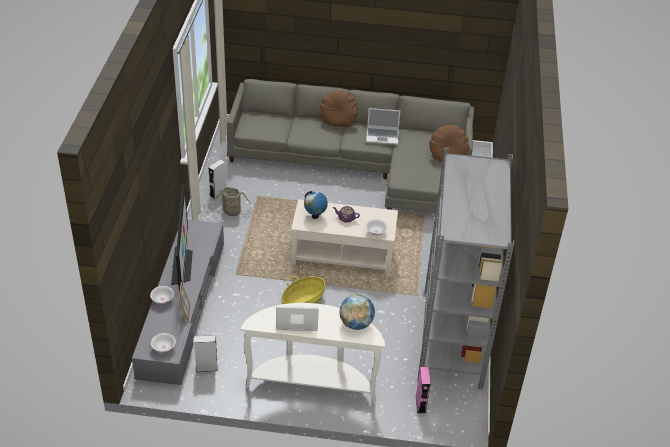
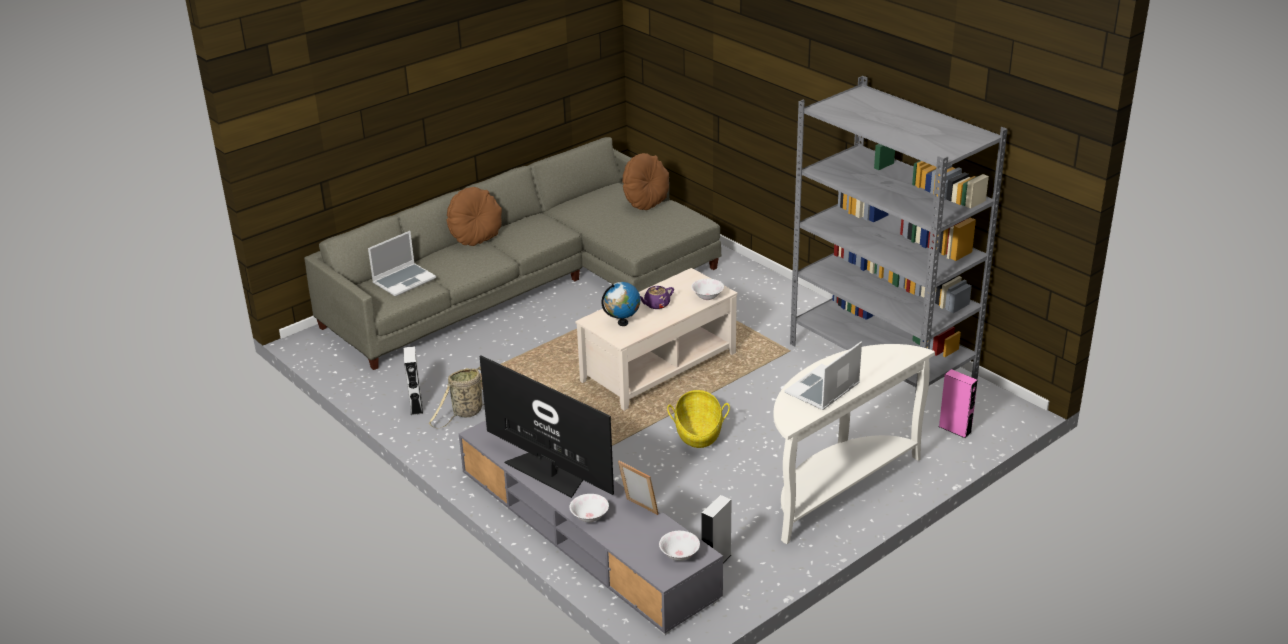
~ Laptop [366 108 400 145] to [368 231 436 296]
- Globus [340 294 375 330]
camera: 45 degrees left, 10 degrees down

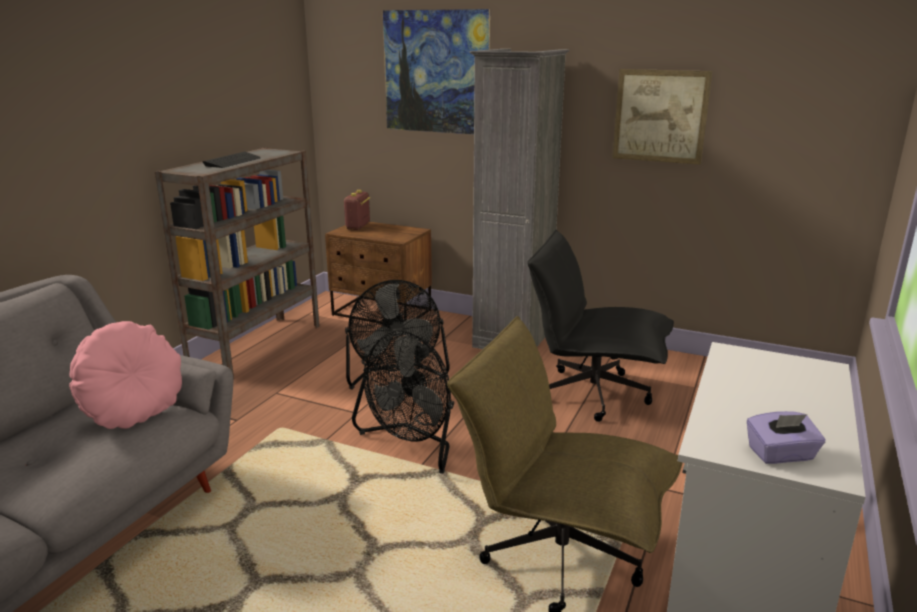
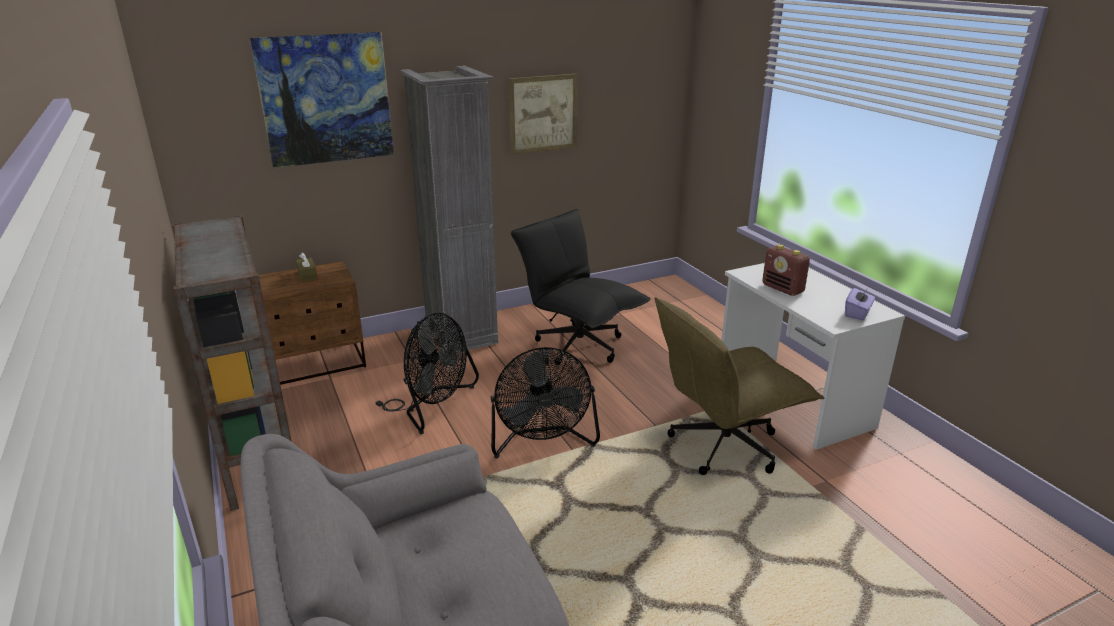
- Tastatur [203 152 261 168]
~ Radio [344 190 370 230] to [762 244 810 296]
~ Bürostuhl (schwarz) [527 230 674 422] = [511 209 651 365] 75 degrees clockwise
- Kissen (rosa) [69 321 182 429]
+ Taschentuchbox (braun) [296 252 318 282]
camera: 50 degrees left, 5 degrees up

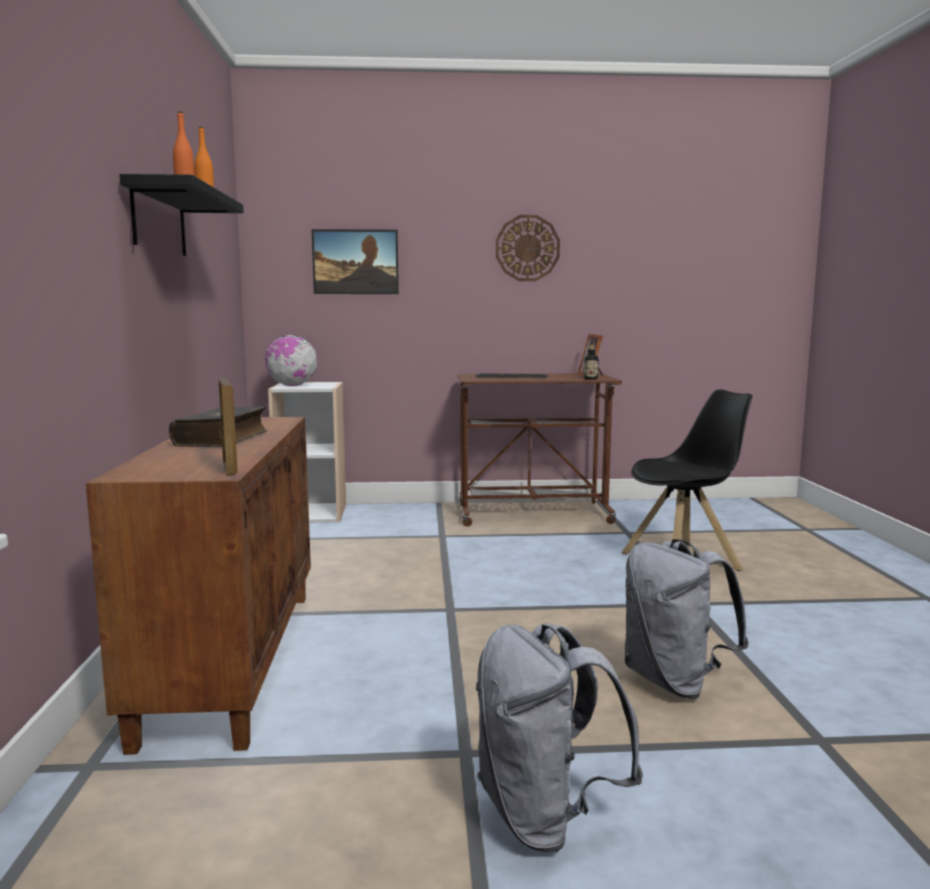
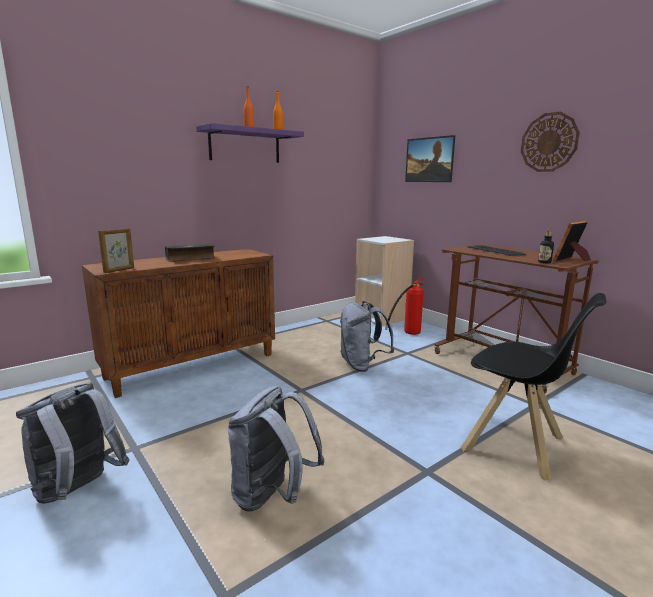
~ Wandregal (schwarz) [119 174 244 256] to Wandregal (lila) [196 123 304 163]
- Globus [265 335 317 386]
+ Feuerlöscher [385 278 424 335]
+ Rucksack (grau) [340 301 394 372]
camera: 55 degrees right, 5 degrees up

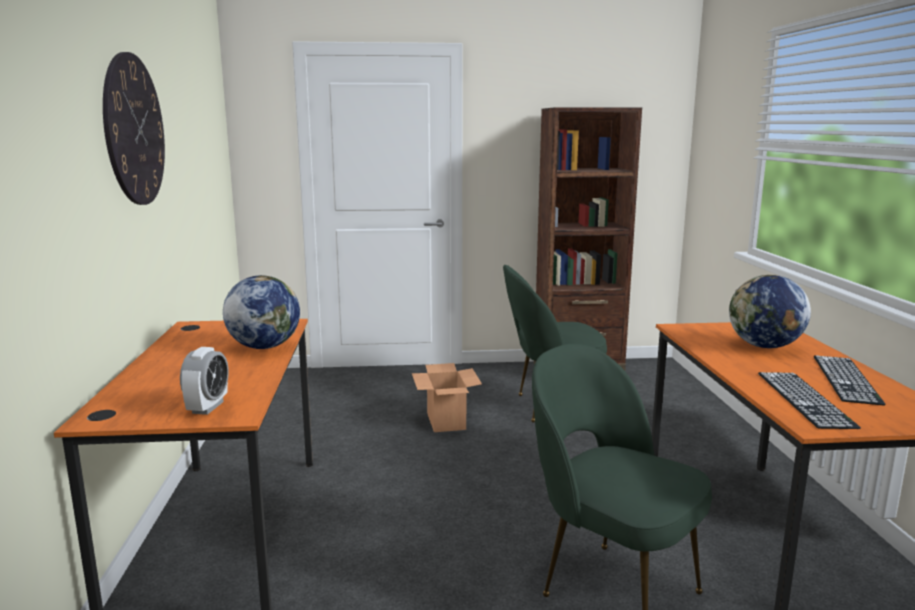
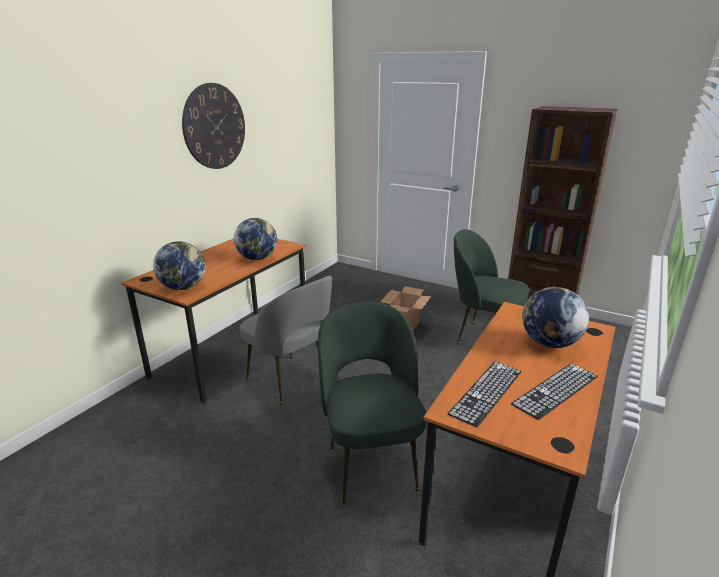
~ Wecker [180 347 229 415] to Globus [153 241 206 290]
+ Stuhl (grau) [240 276 332 405]
camera: 35 degrees right, 10 degrees up

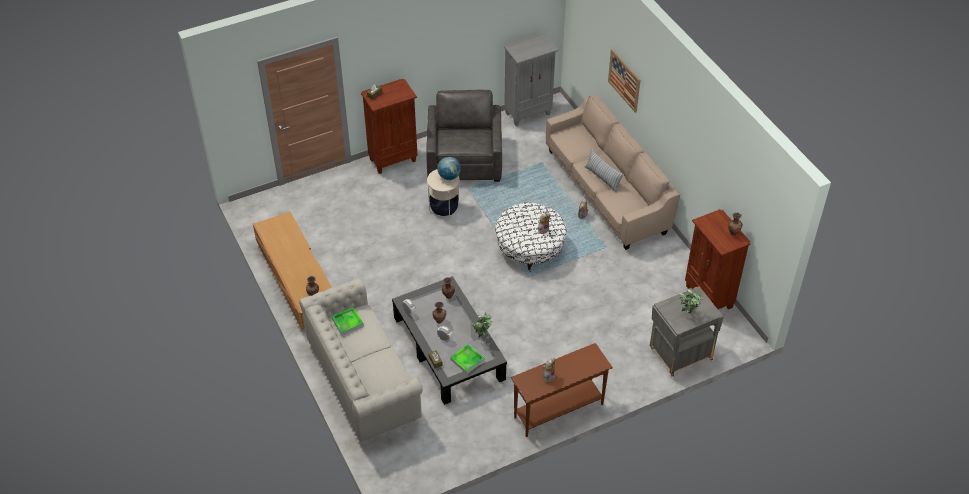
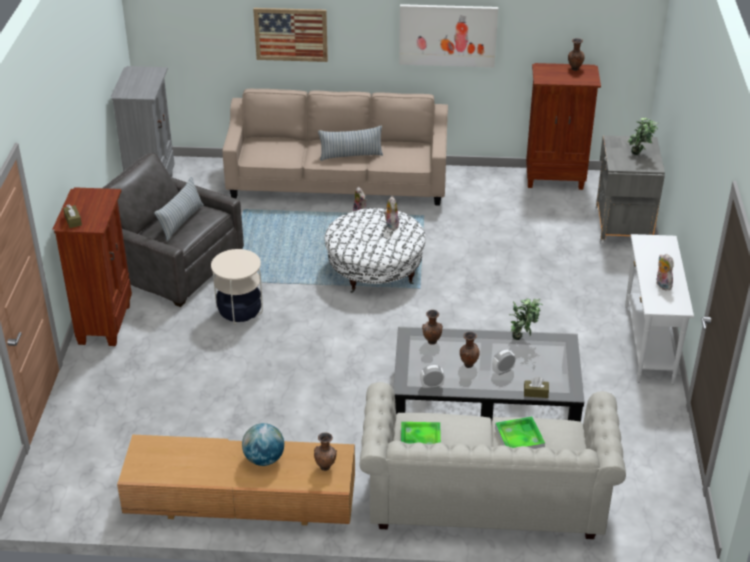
~ Globus [437 157 461 180] to [242 423 284 466]
~ Konsolentisch (braun) [511 343 613 437] to Konsolentisch (weiß) [625 234 694 384]
~ Tablett [450 344 485 374] to [495 416 545 449]
+ Bild [399 4 498 67]
+ Kissen [154 177 204 241]
camera: 60 degrees left, 10 degrees down

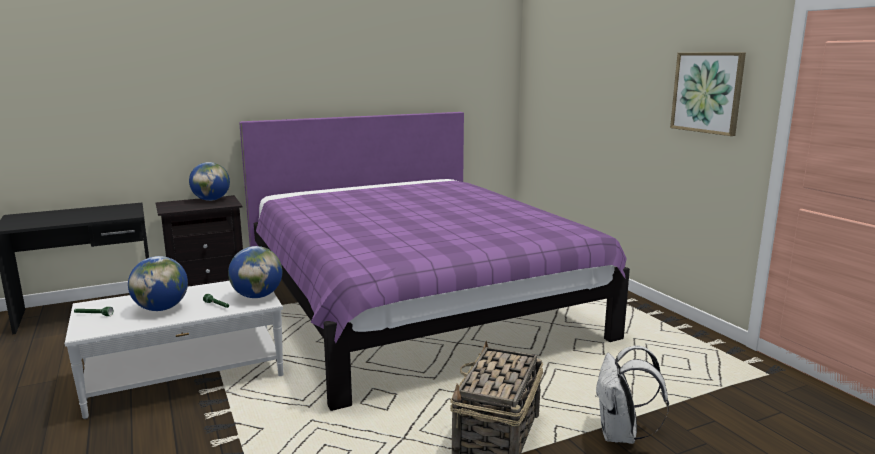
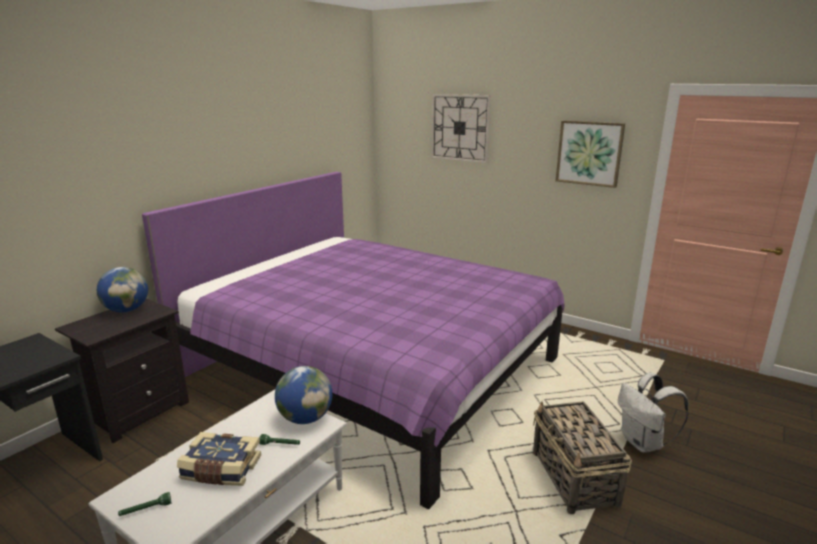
~ Globus [128 256 188 311] to Buch [177 432 261 486]
+ Wanduhr [431 94 491 163]
camera: 30 degrees left, 5 degrees up

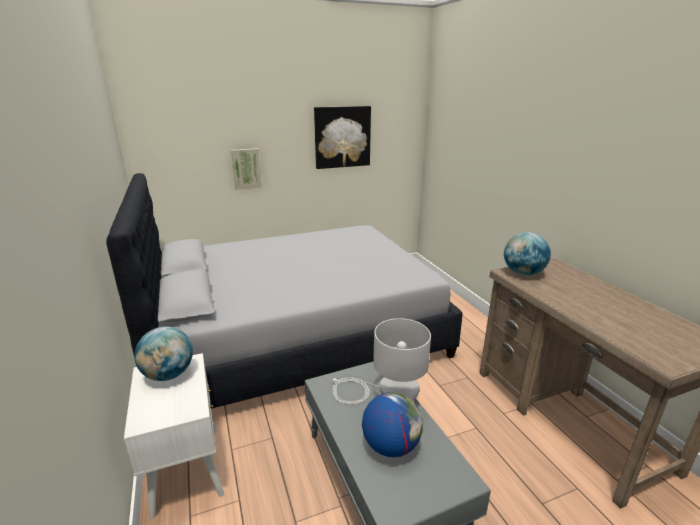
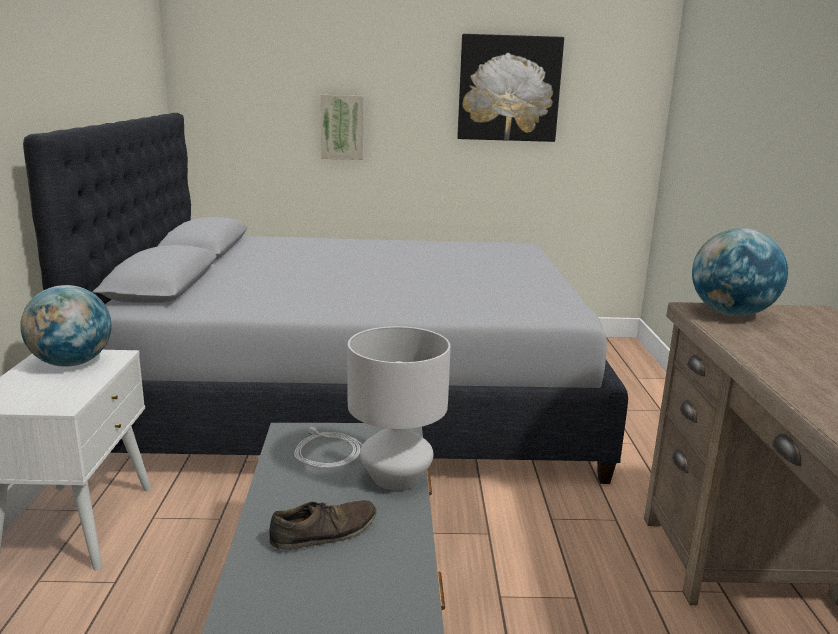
~ Globus [362 392 423 457] to Schuh (braun) [269 500 376 550]
camera: 20 degrees right, 5 degrees down

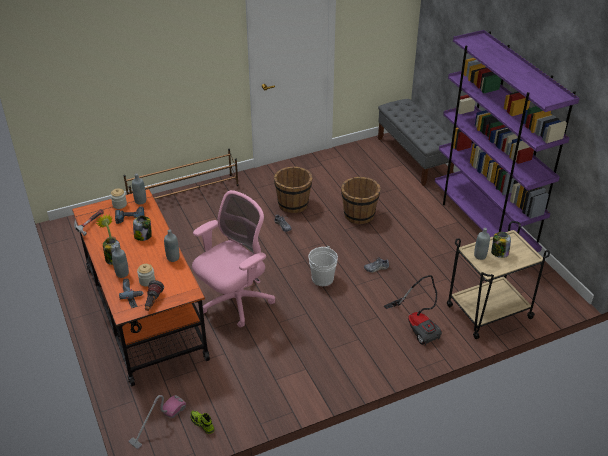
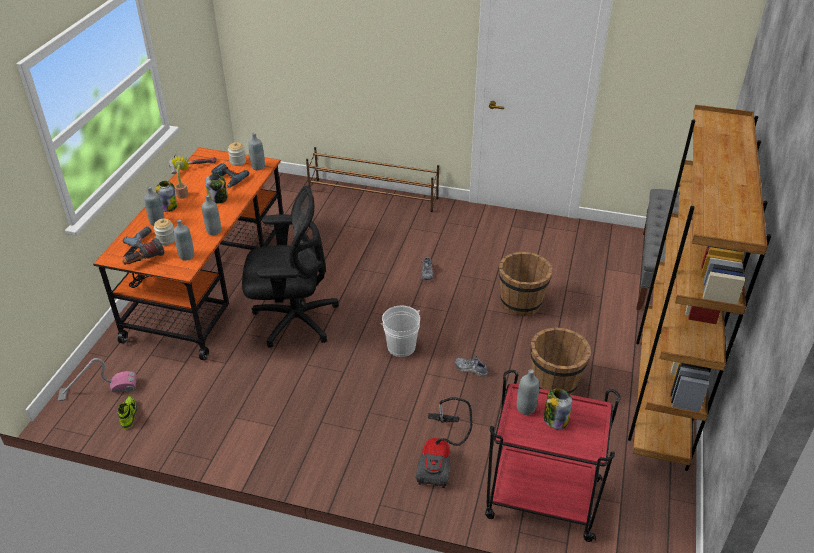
~ Bücherregal (lila) [435 30 579 252] to Bücherregal (braun) [628 105 772 471]
~ Eimer (braun) [274 166 313 213] to [530 327 591 395]
~ Bürostuhl (rosa) [192 190 275 327] to Bürostuhl (schwarz) [242 185 339 348]
~ Rollwagen (beige) [447 221 550 339] to Rollwagen (rot) [485 370 621 542]
+ Flasche (grau) [174 219 194 261]
camera: 40 degrees right, 0 degrees up

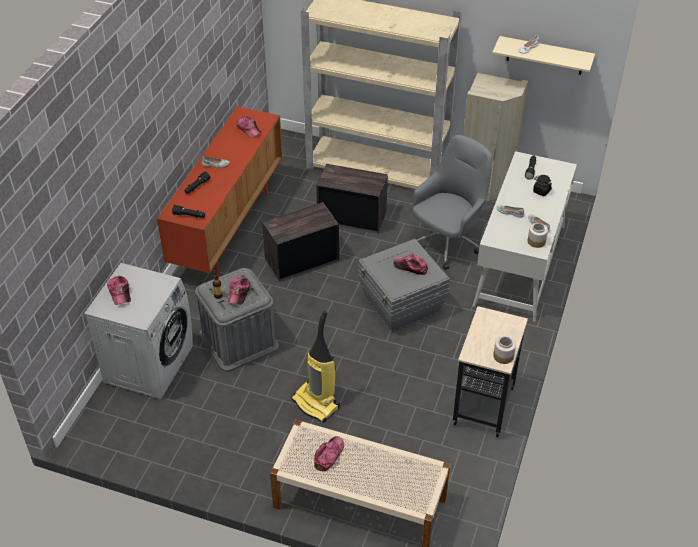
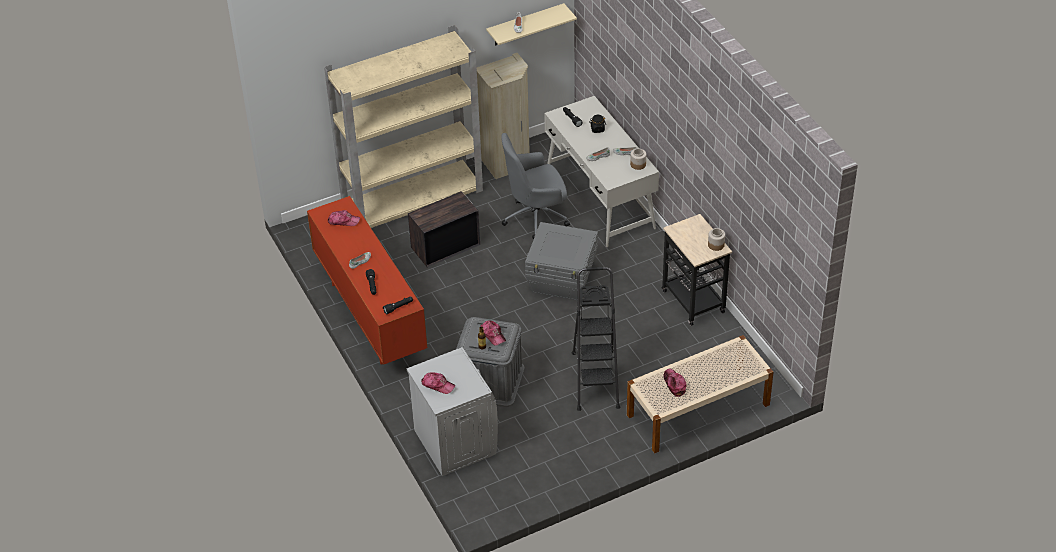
~ Bürostuhl (grau) [412 135 492 270] = [502 133 570 240] 105 degrees counterclockwise
- Kiste [262 202 339 282]
- Kappe [393 254 428 275]
~ Staubsauger [291 310 340 423] to Trittleiter [572 267 620 411]
camera: 45 degrees left, 0 degrees up

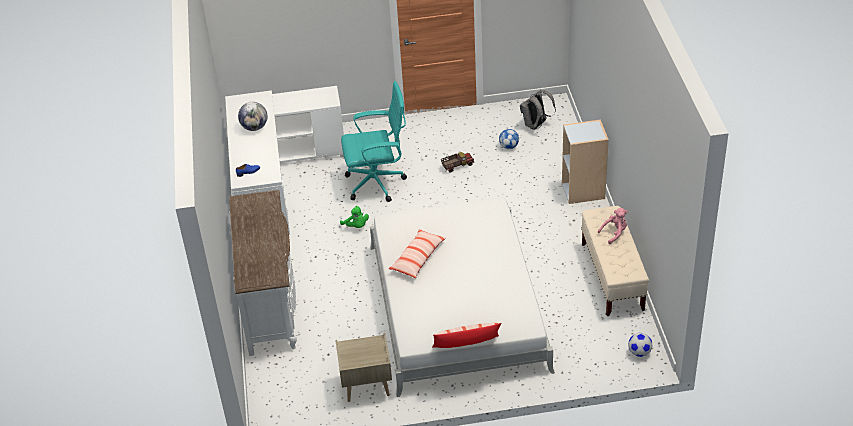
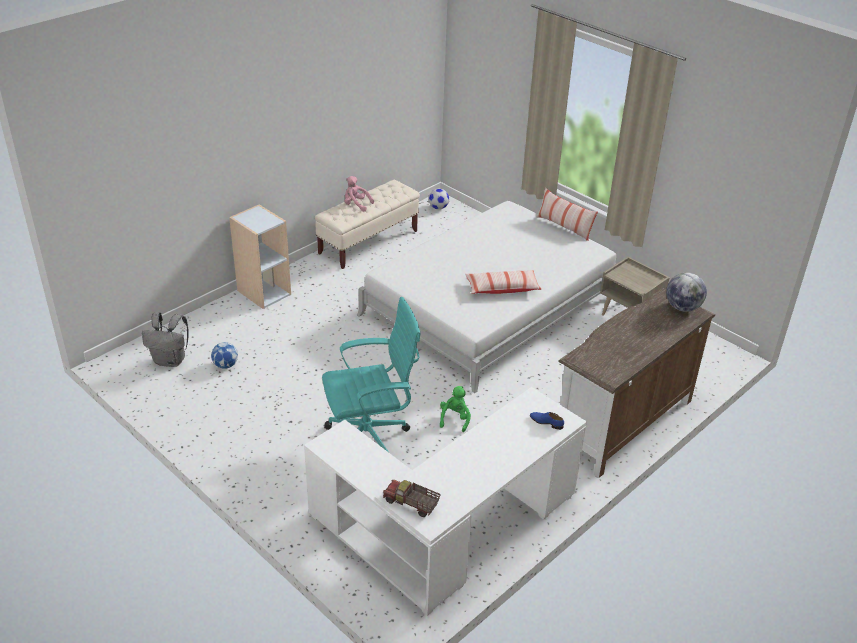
~ Bürostuhl (türkis) [341 81 407 202] = [322 297 420 452] 120 degrees clockwise
~ Globus [238 102 267 131] to [666 272 707 312]
~ Spielzeuglaster [441 152 474 173] to [383 480 441 517]
camera: 130 degrees left, 5 degrees down

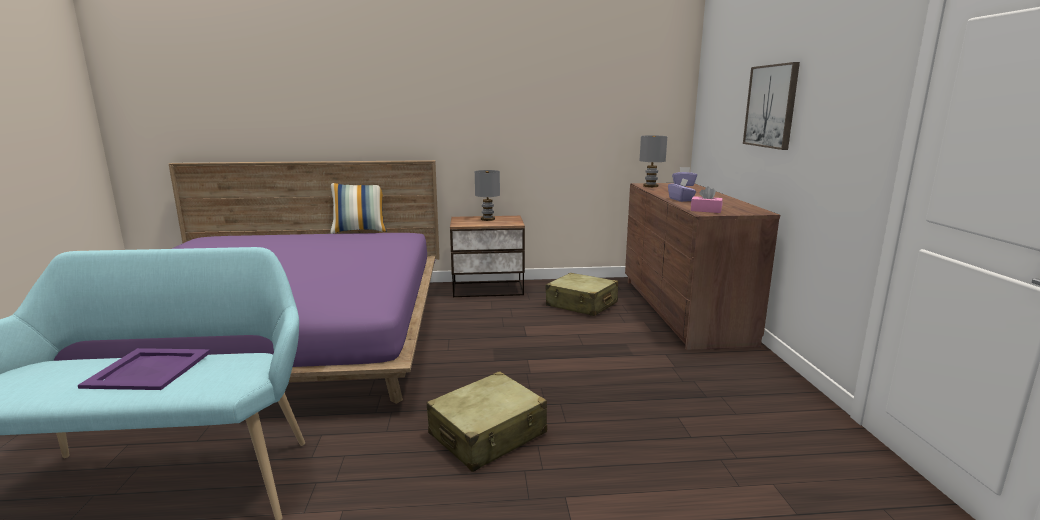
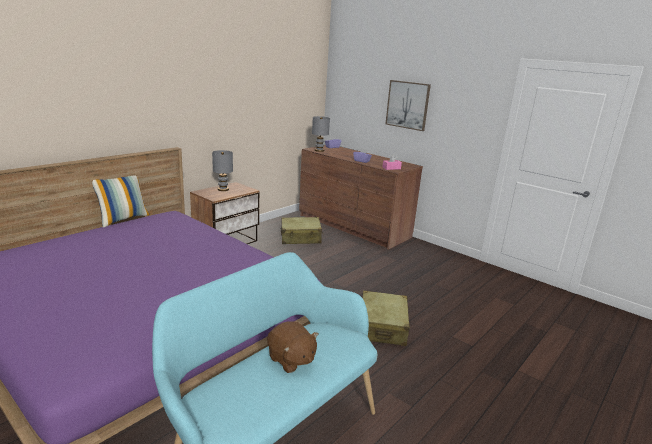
~ Tablett (lila) [78 348 210 390] to Plüschtier (braun) [267 321 318 373]
camera: 45 degrees left, 5 degrees up

